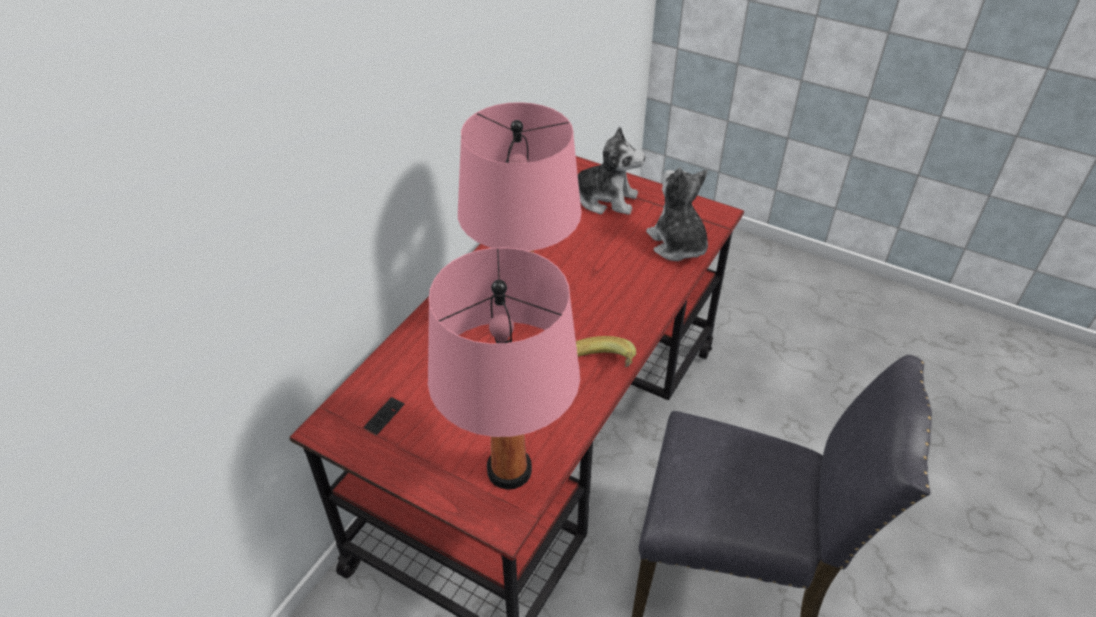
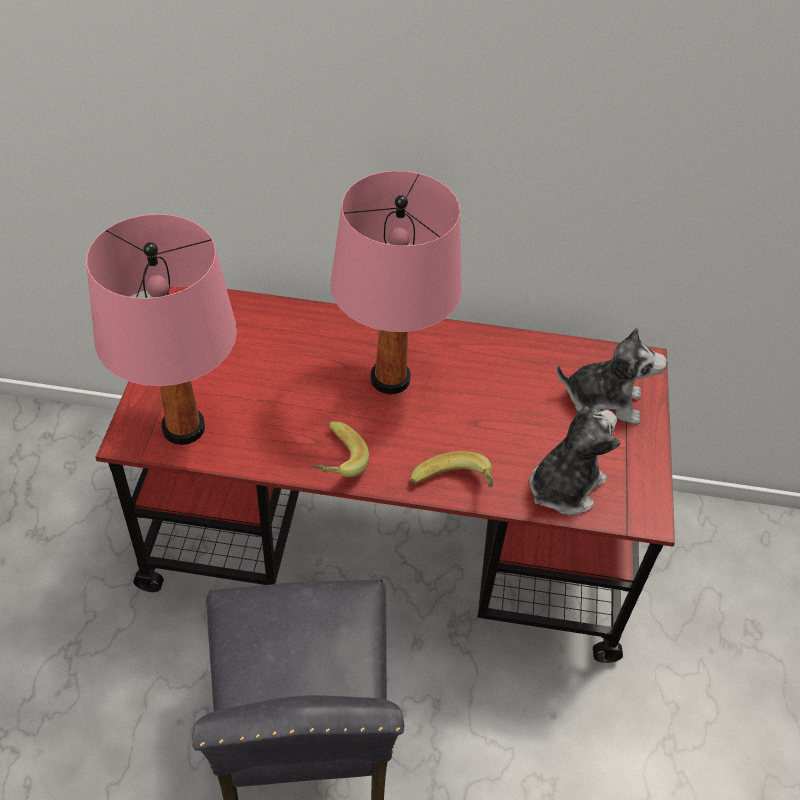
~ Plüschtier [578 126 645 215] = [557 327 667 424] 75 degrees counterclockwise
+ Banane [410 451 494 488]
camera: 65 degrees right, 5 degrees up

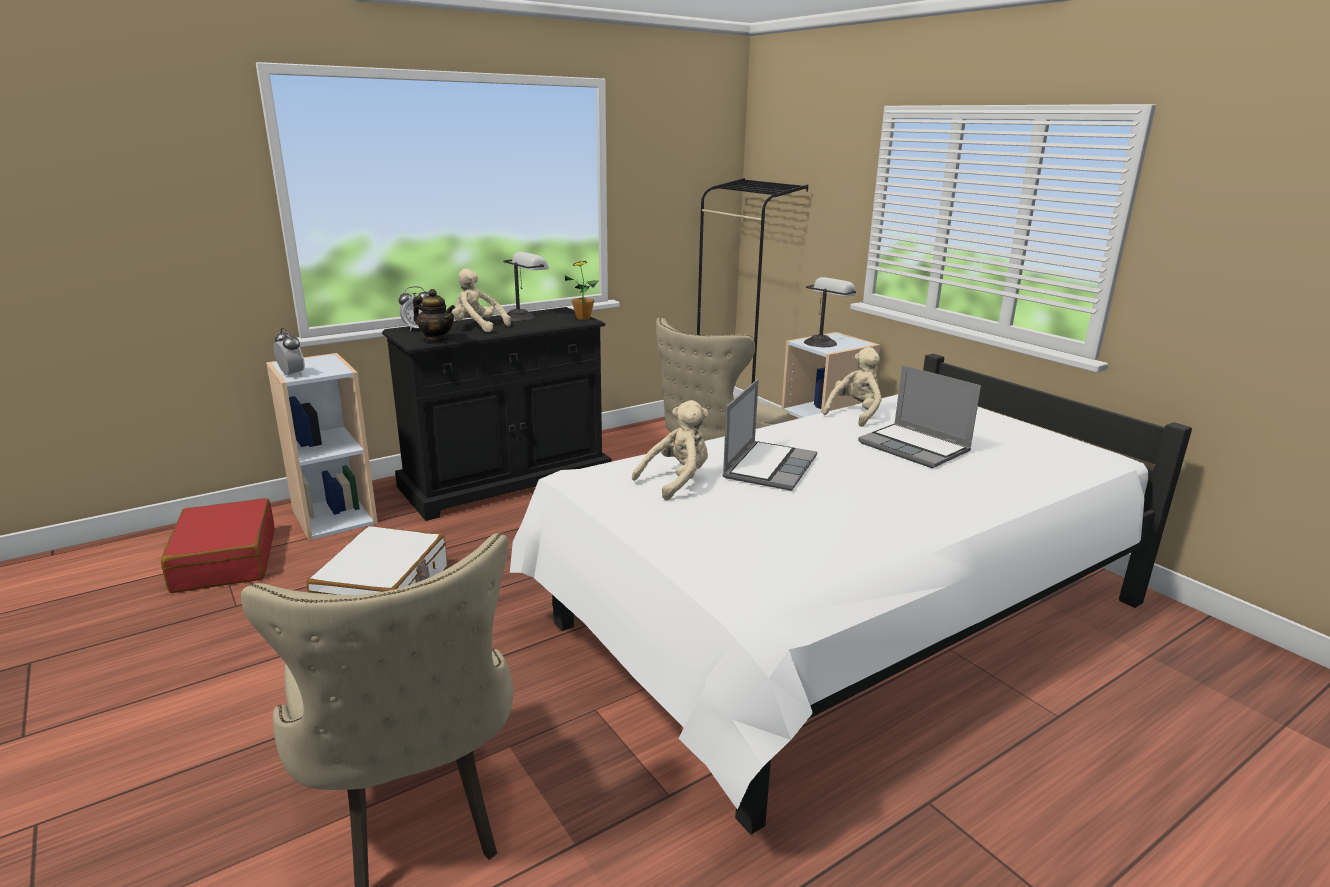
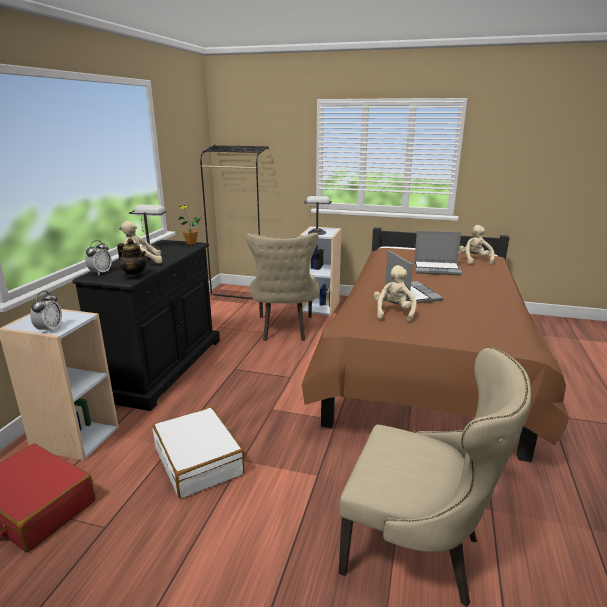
~ Teekanne [413 289 455 342] = [117 238 147 278] 45 degrees clockwise
~ Wecker [274 328 305 376] = [30 291 62 334] 90 degrees clockwise
~ Plüschtier (beige) [823 347 882 427] to [459 225 495 265]
~ Bett (weiß) [510 354 1192 835] to Bett (braun) [302 227 569 462]
camera: 40 degrees left, 0 degrees up

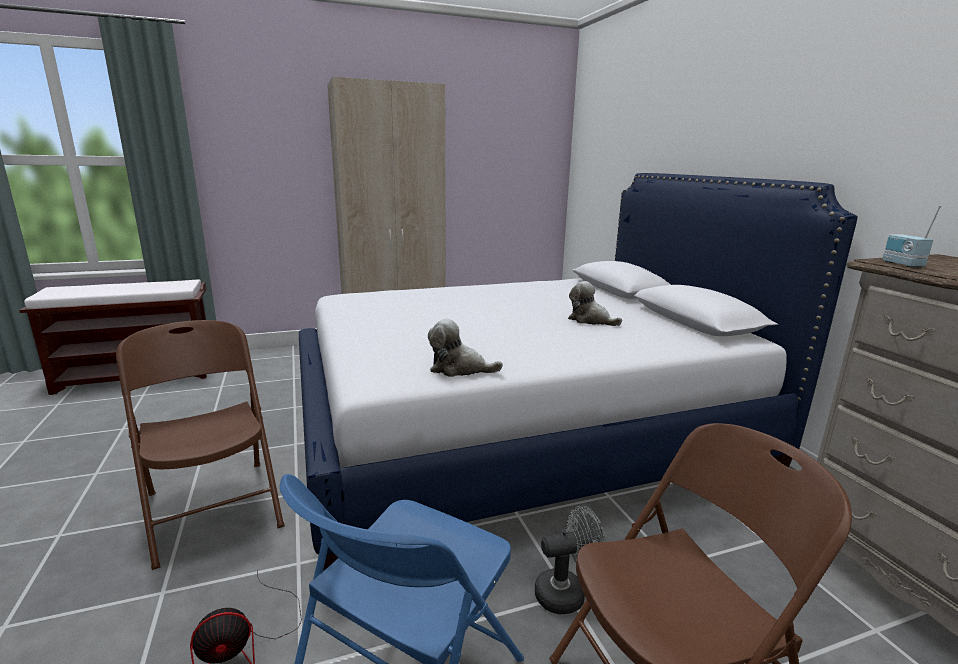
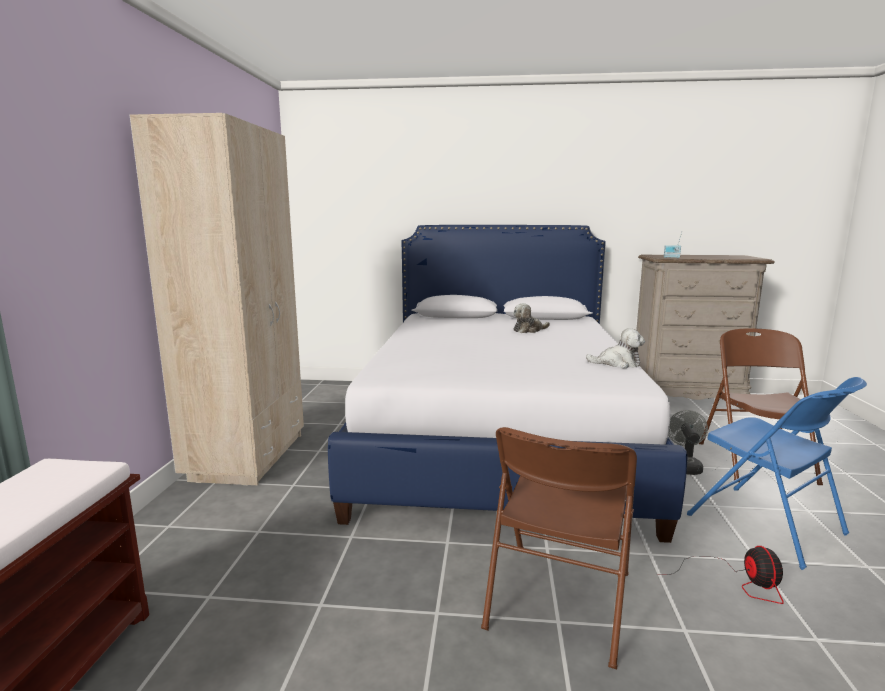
~ Plüschtier [428 319 503 377] = [586 328 645 368] 120 degrees counterclockwise
~ Stuhl (braun) [116 320 285 570] = [481 427 637 670] 60 degrees counterclockwise
camera: 65 degrees left, 5 degrees down

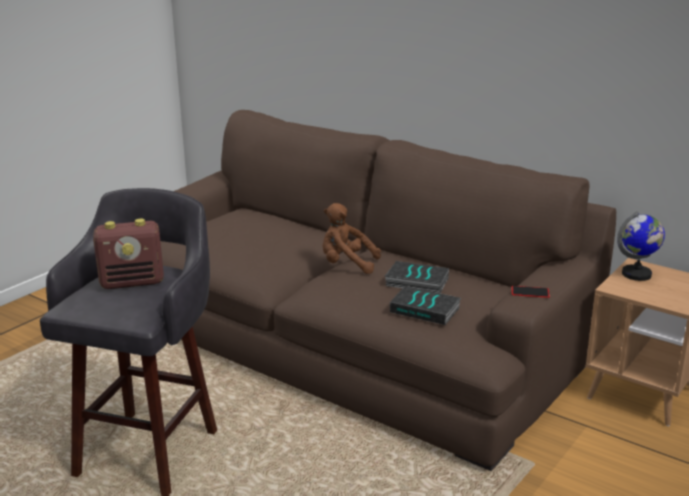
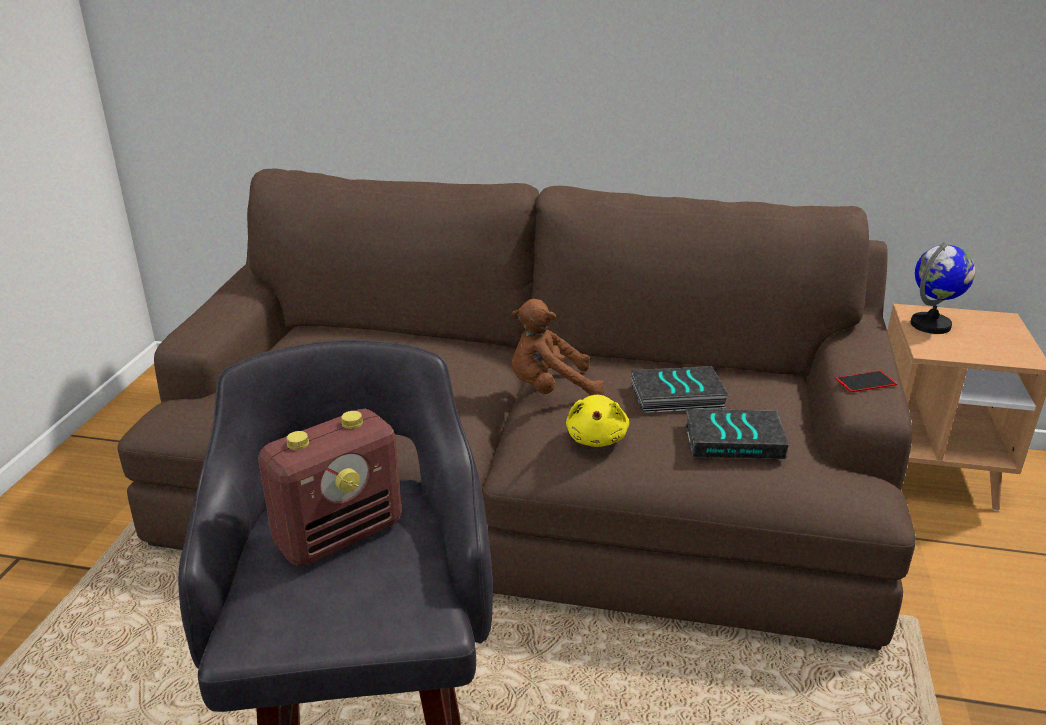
+ Plüschtier (gelb) [566 395 629 447]
camera: 25 degrees left, 5 degrees up

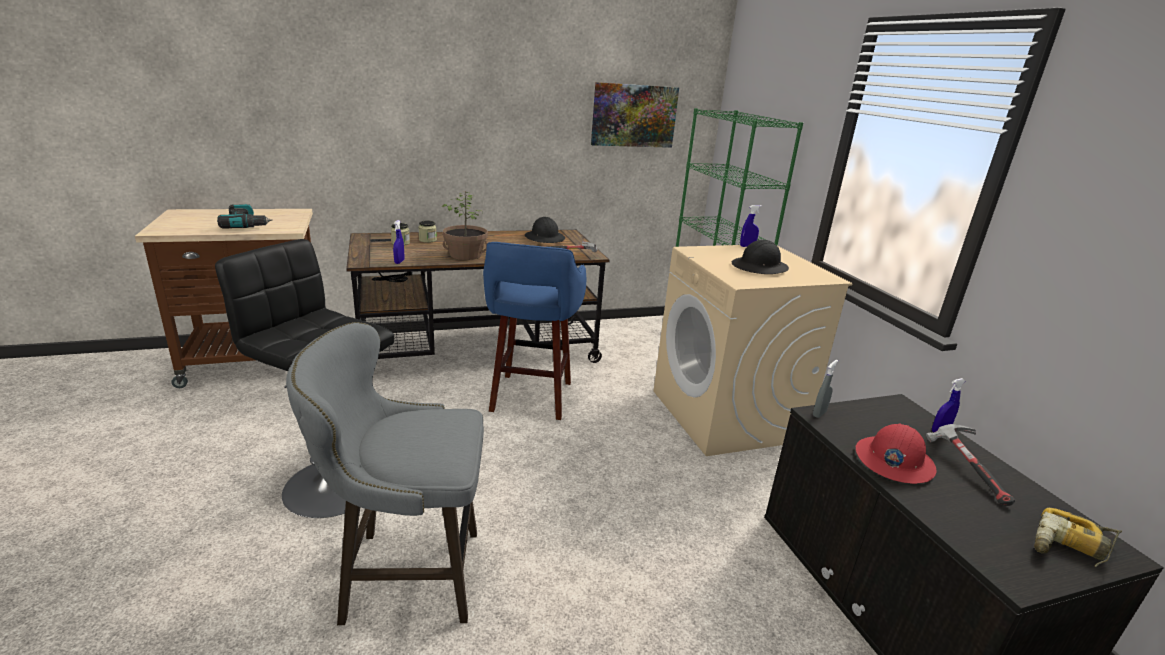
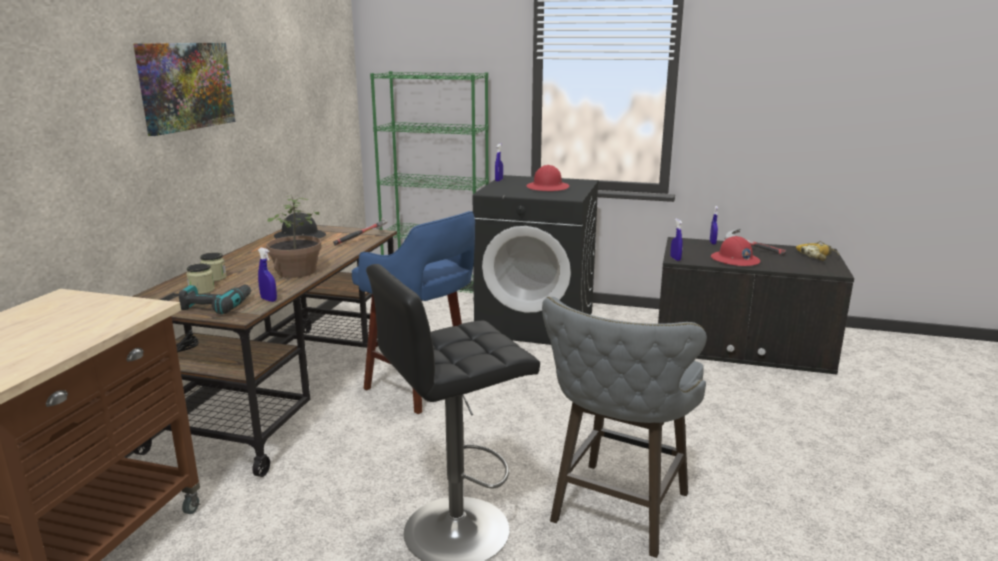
~ Bild [591 82 679 148] to [133 43 235 136]
~ Bohrmaschine [217 204 272 229] to [179 284 251 314]
~ Schutzhelm (schwarz) [732 240 789 274] to Schutzhelm (rot) [526 165 569 191]
~ Waschmaschine (beige) [653 245 853 456] to Waschmaschine (schwarz) [473 175 599 345]
~ Sprühflasche (grau) [813 360 838 418] to Sprühflasche (blau) [670 219 683 261]
camera: 55 degrees left, 5 degrees down

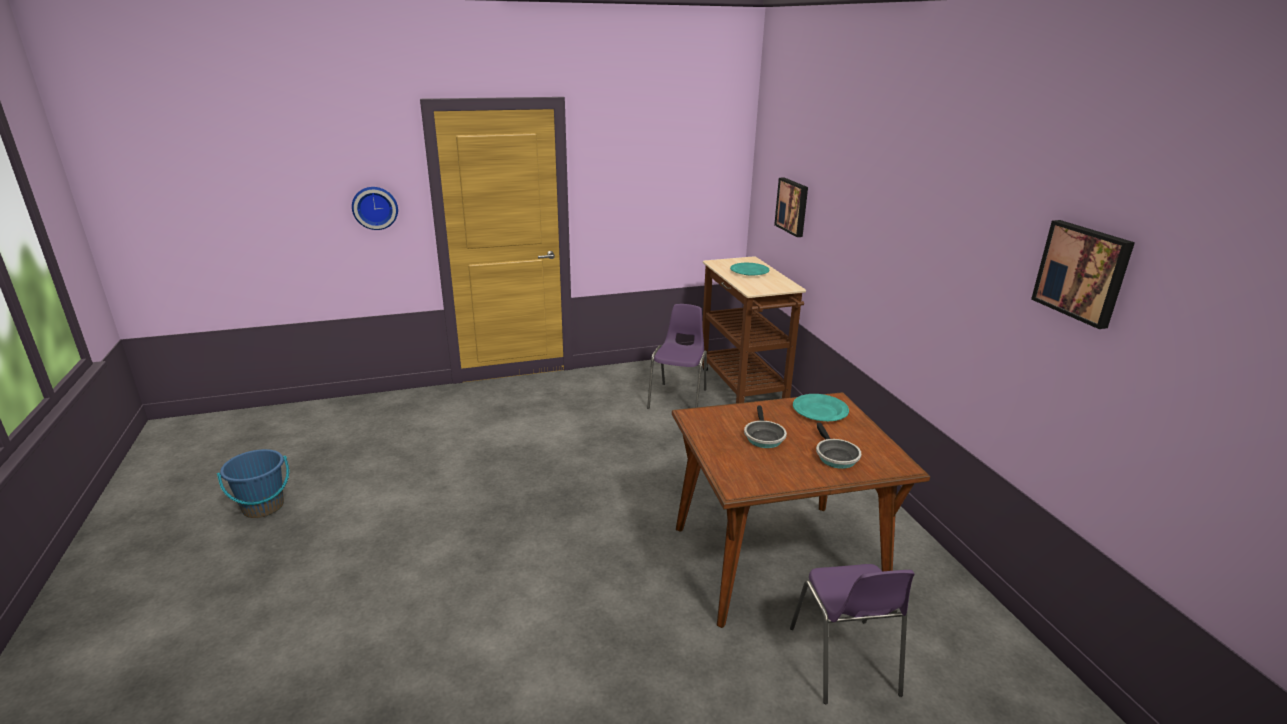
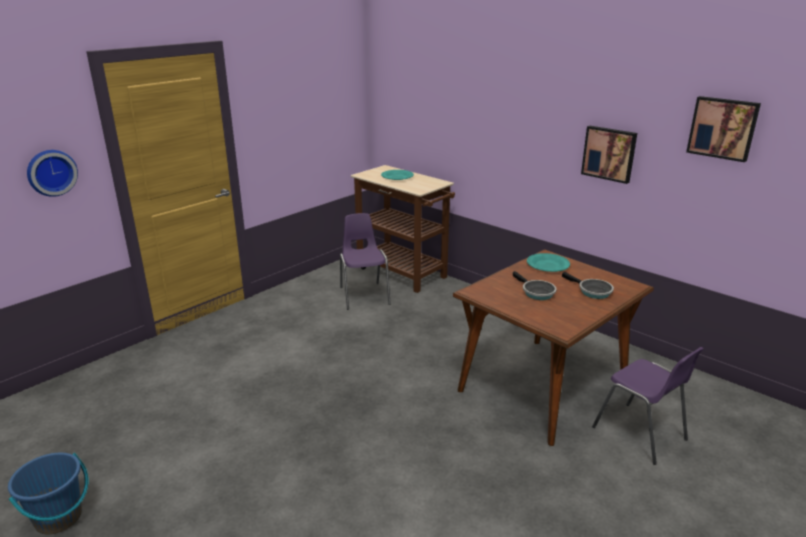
~ Bild [774 177 808 237] to [581 126 637 184]
camera: 30 degrees left, 0 degrees up

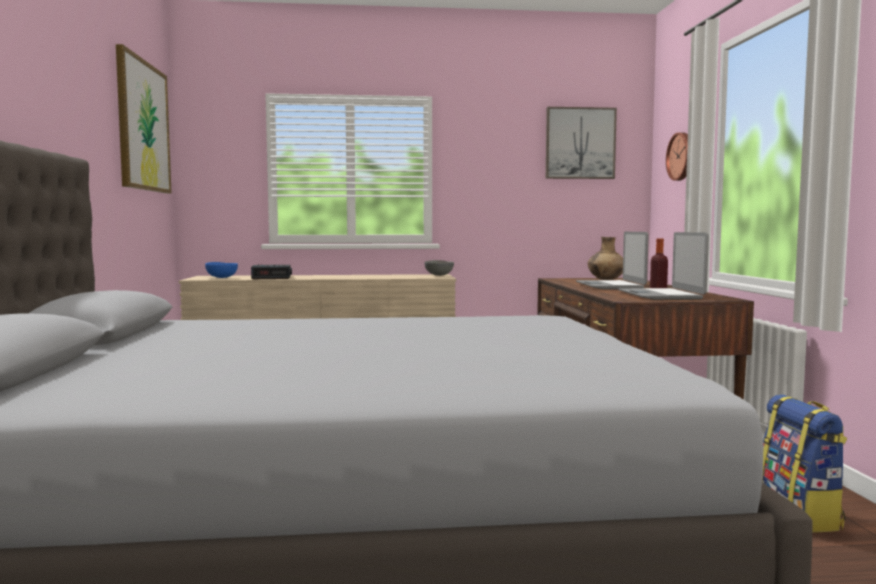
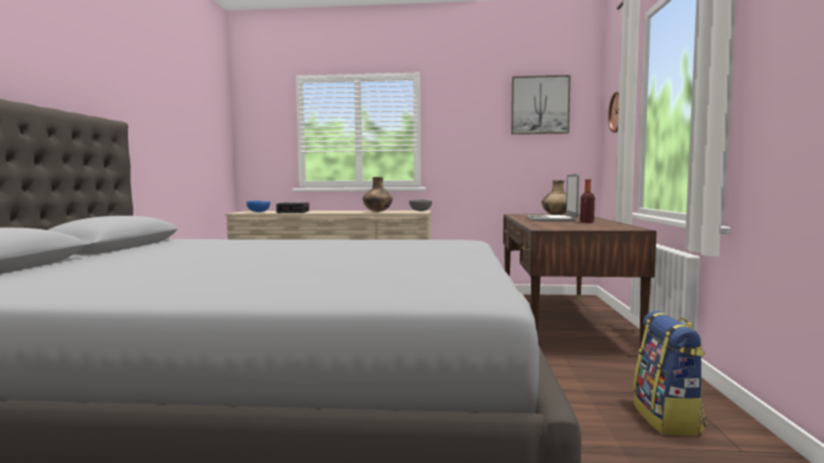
- Bild [116 44 171 193]
- Laptop [618 232 709 300]
+ Vase (braun) [363 177 393 212]
camera: 10 degrees right, 0 degrees up

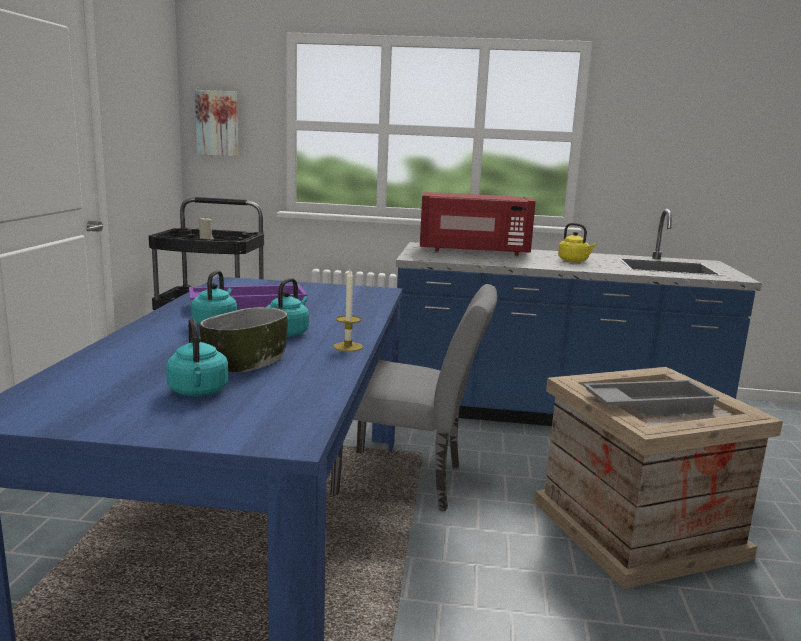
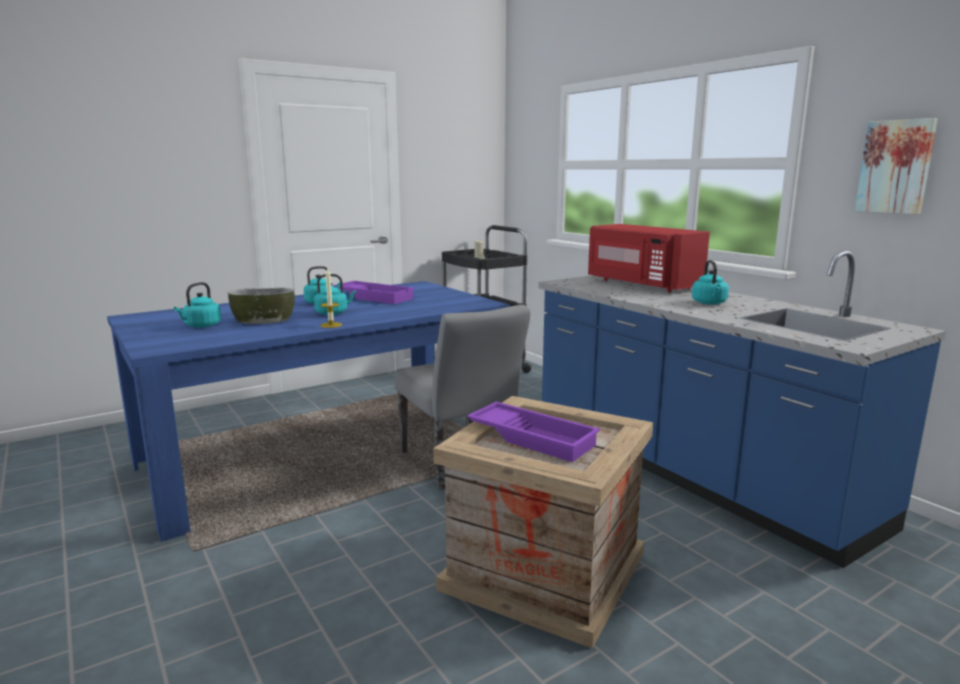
~ Bild [195 90 238 156] to [855 118 938 214]
~ Wasserkessel (gelb) [558 223 597 262] to Wasserkessel (türkis) [692 260 729 305]
~ Tablett (grau) [583 380 719 415] to Tablett (lila) [467 402 600 462]
camera: 50 degrees right, 0 degrees up

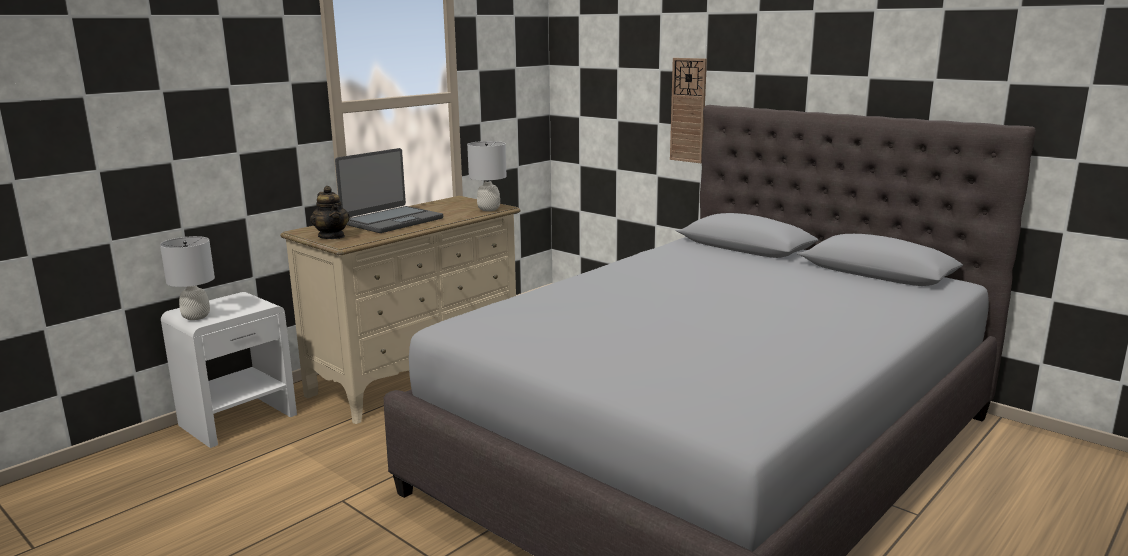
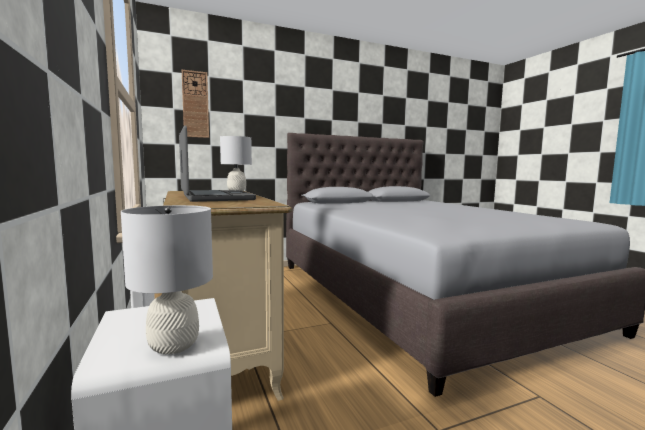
~ Wanduhr [670 58 707 163] to [182 70 209 138]
- Teekanne [310 186 350 239]
camera: 65 degrees left, 10 degrees down

